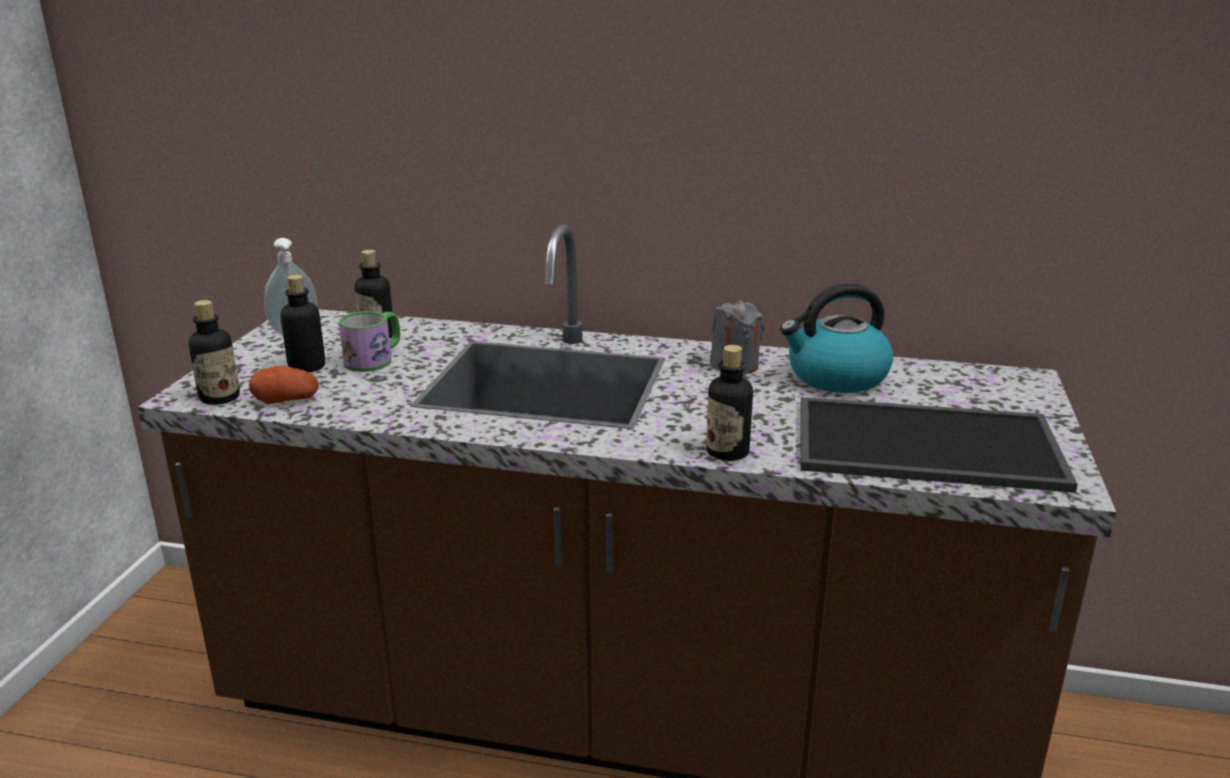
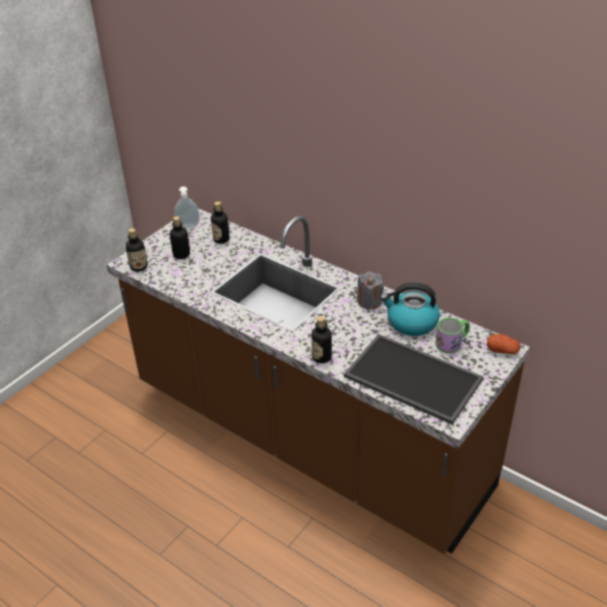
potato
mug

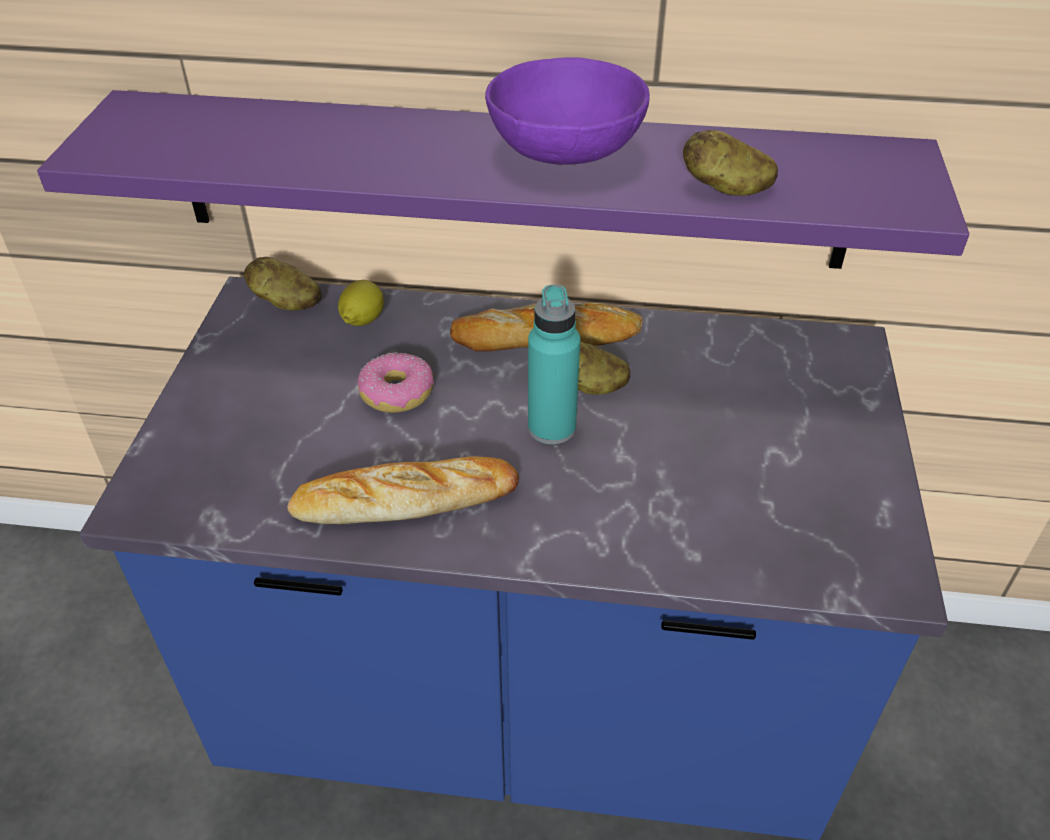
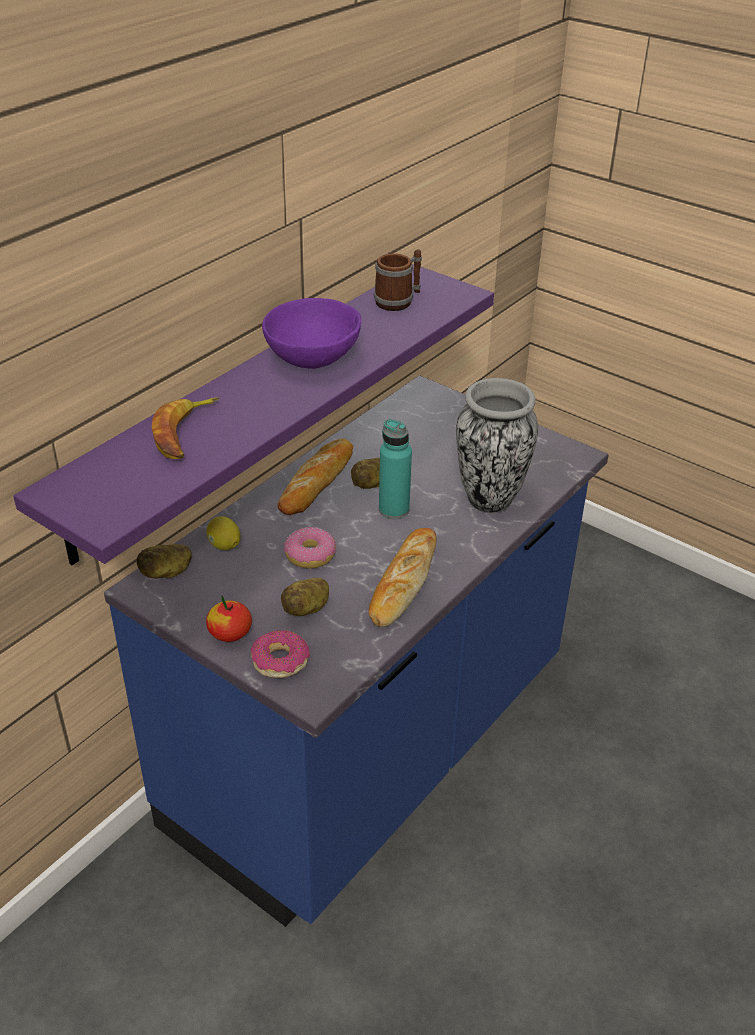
potato (no. 2 from left)
banana
apple
donut (no. 1 from left)
mug
vase

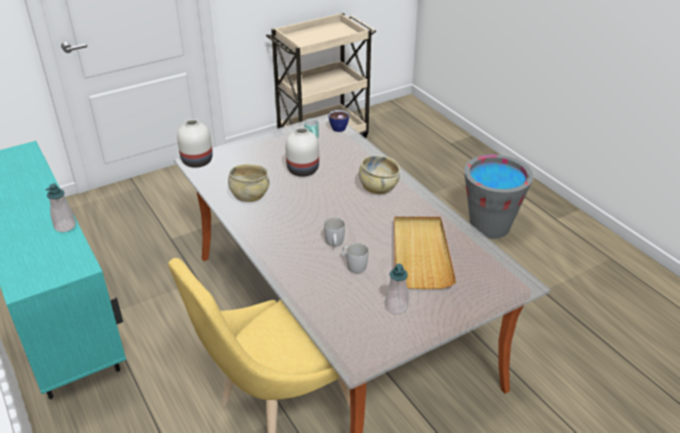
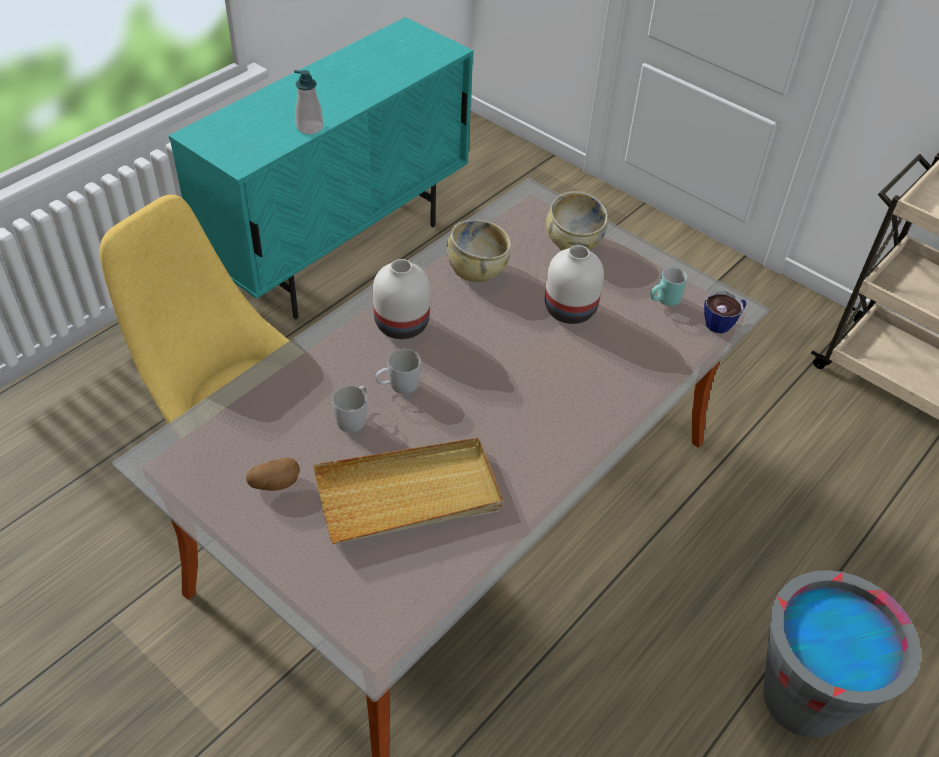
white vase (no. 1 from left)
beige bowl (no. 2 from left)
potato

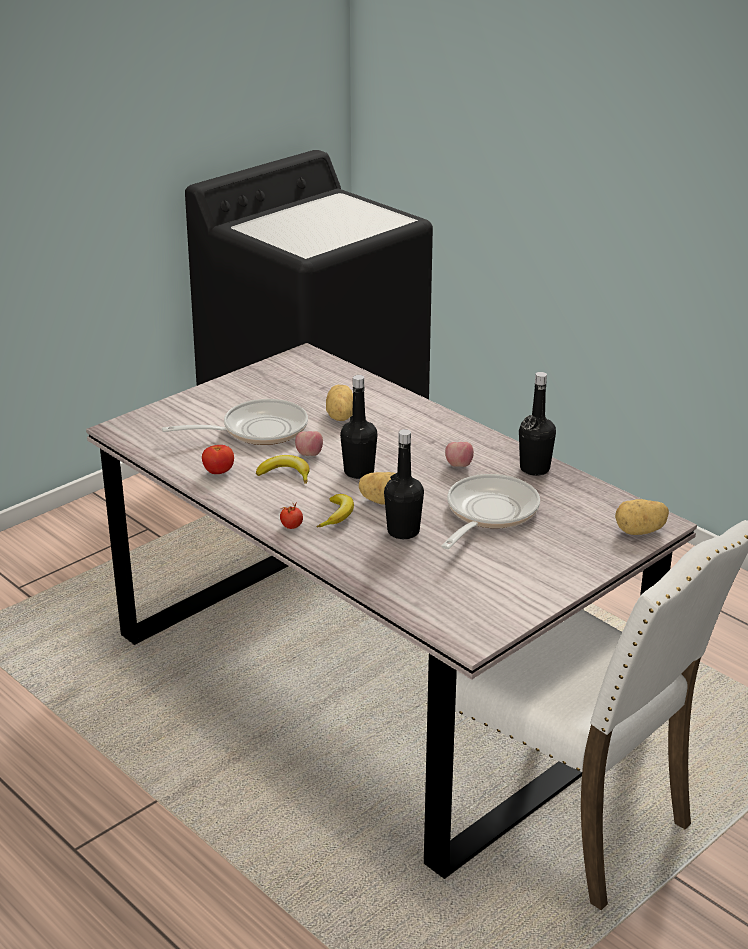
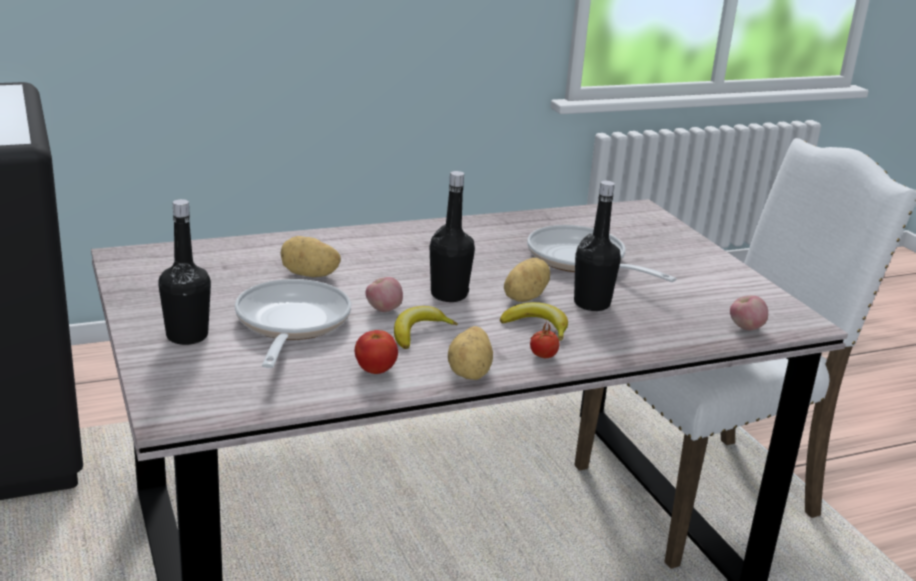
apple (no. 2 from left)
black bottle (no. 1 from left)
potato (no. 2 from left)

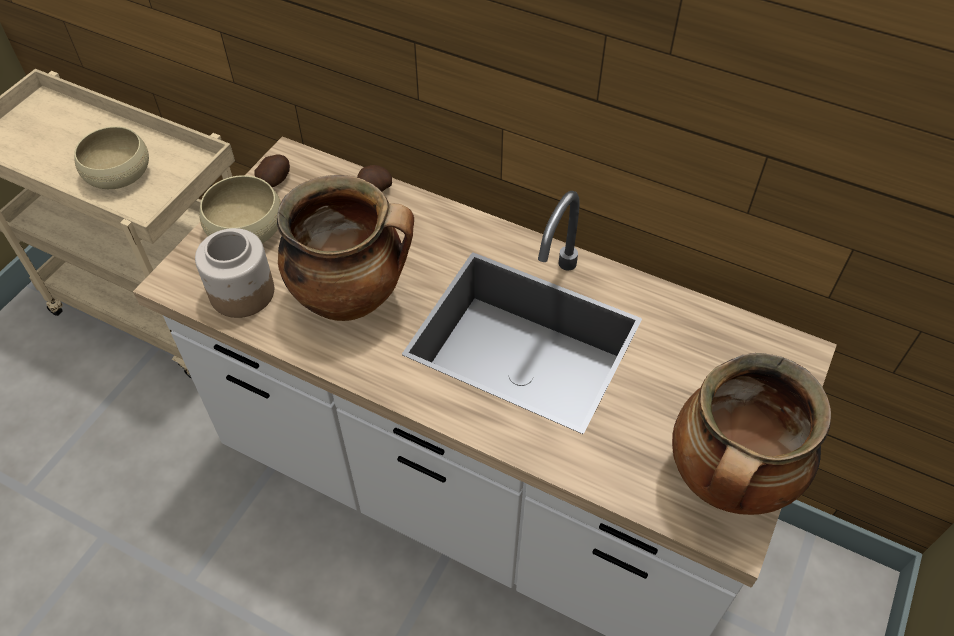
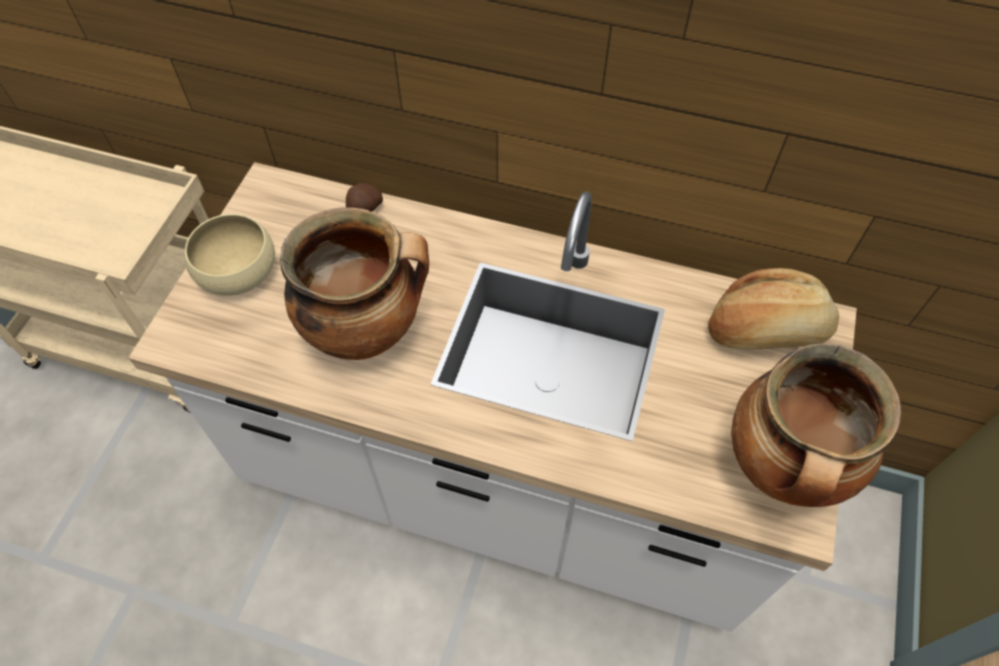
beige bowl (no. 1 from left in the first image)
jar
potato (no. 1 from left in the first image)
bread

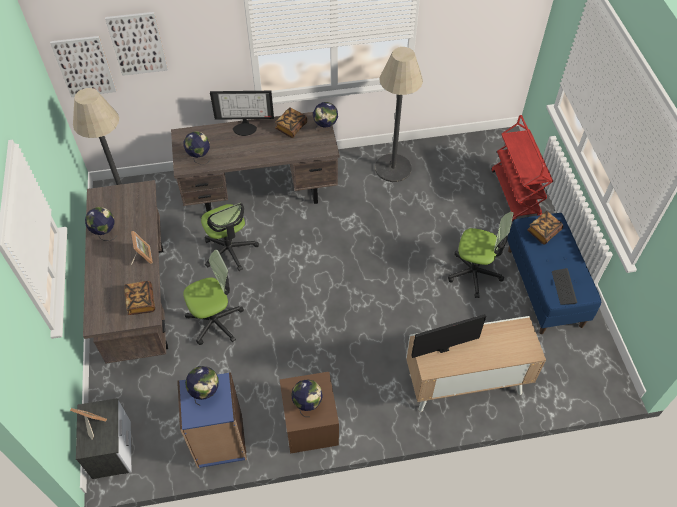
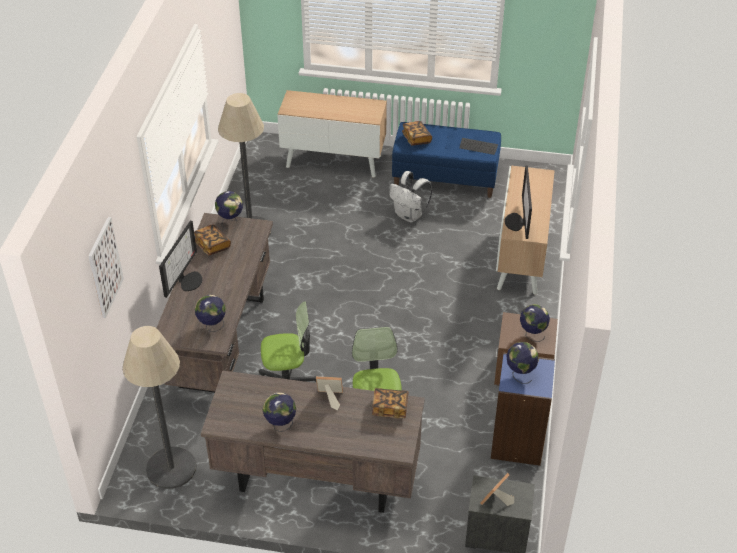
picture (no. 1 from left in the first image)
white backpack
cabinet (no. 1 from left)

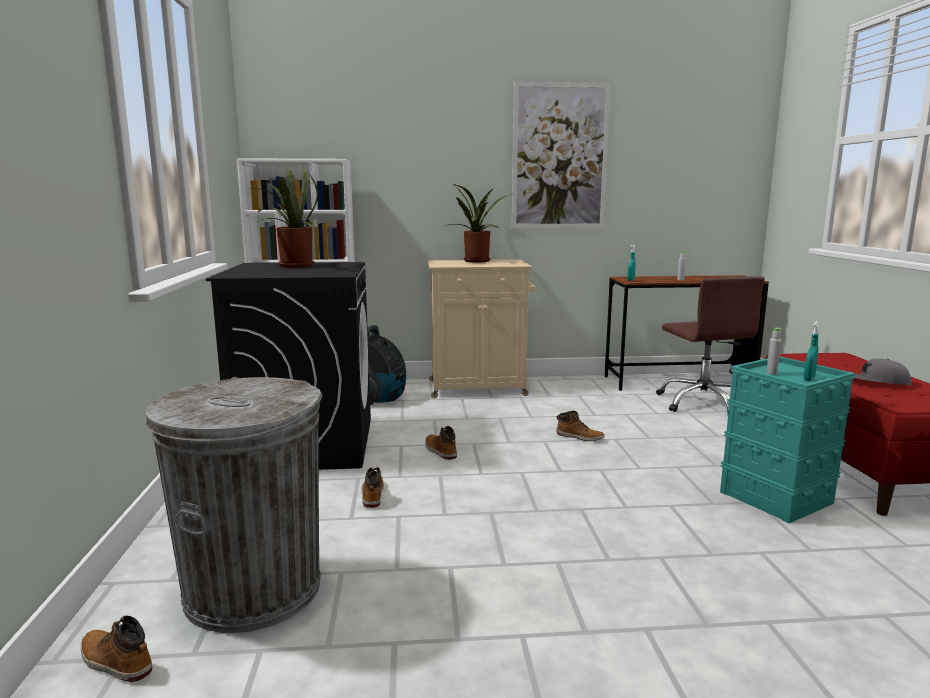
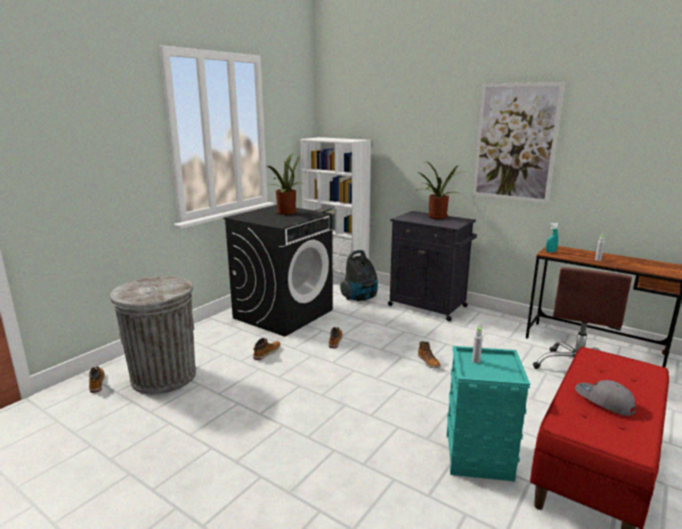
black cabinet
turquoise spray bottle (no. 2 from left in the first image)

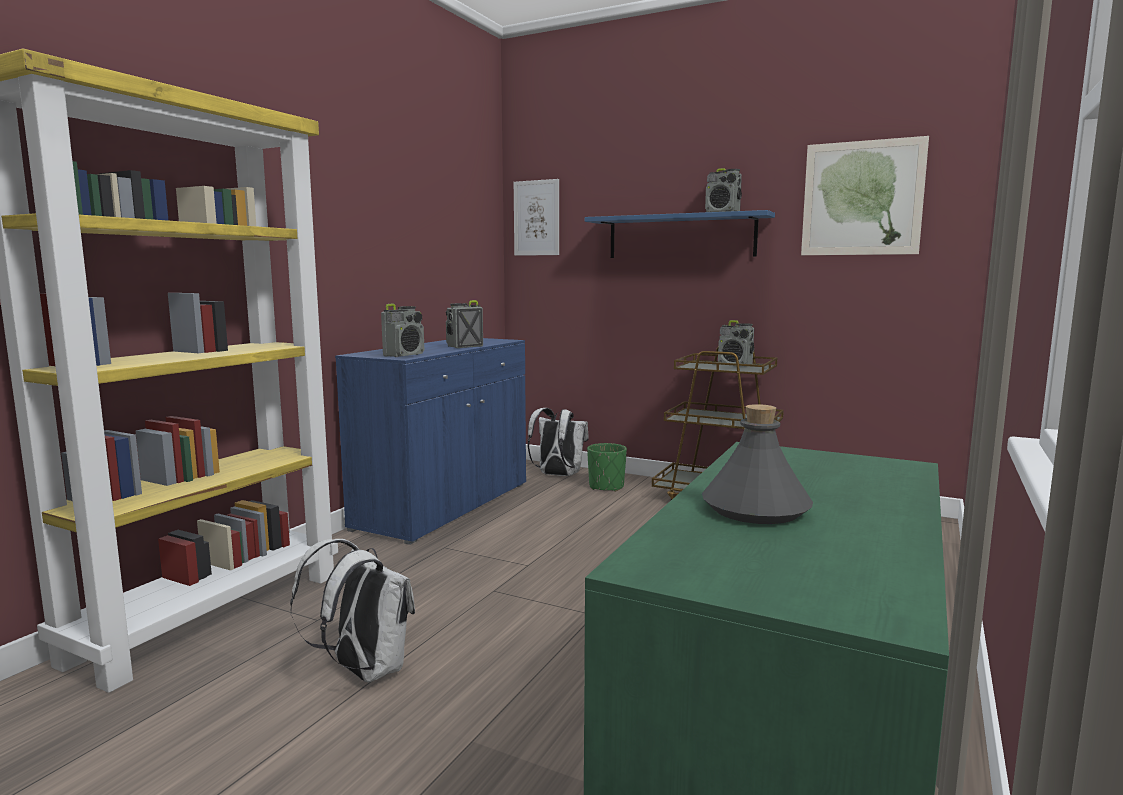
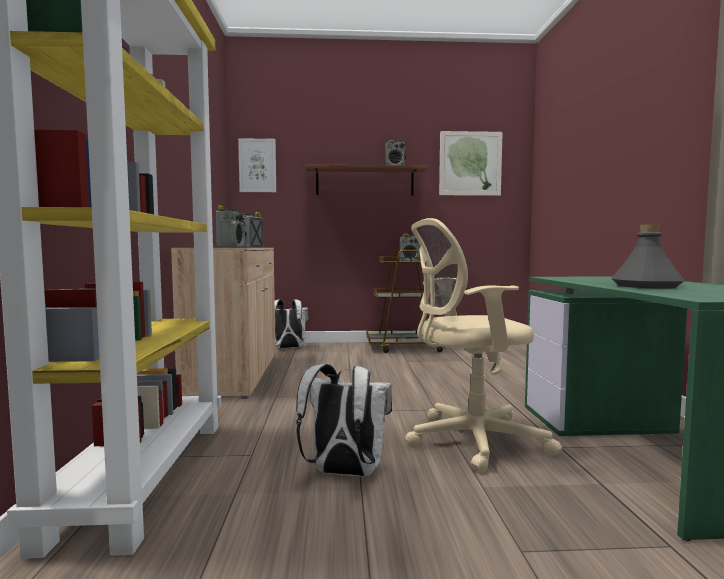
beige cabinet
brown shelf
green planter
beige office chair

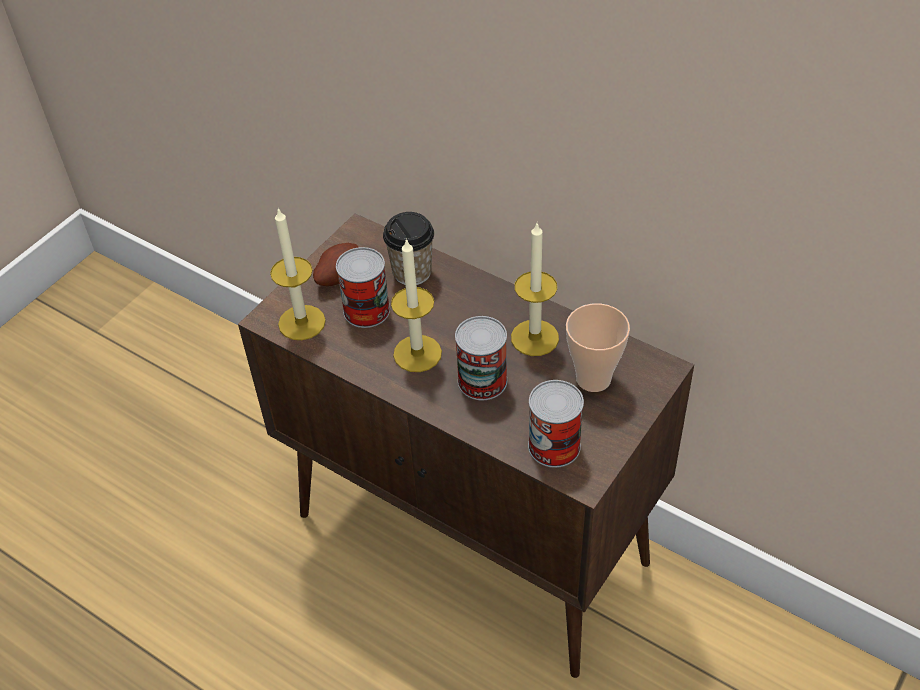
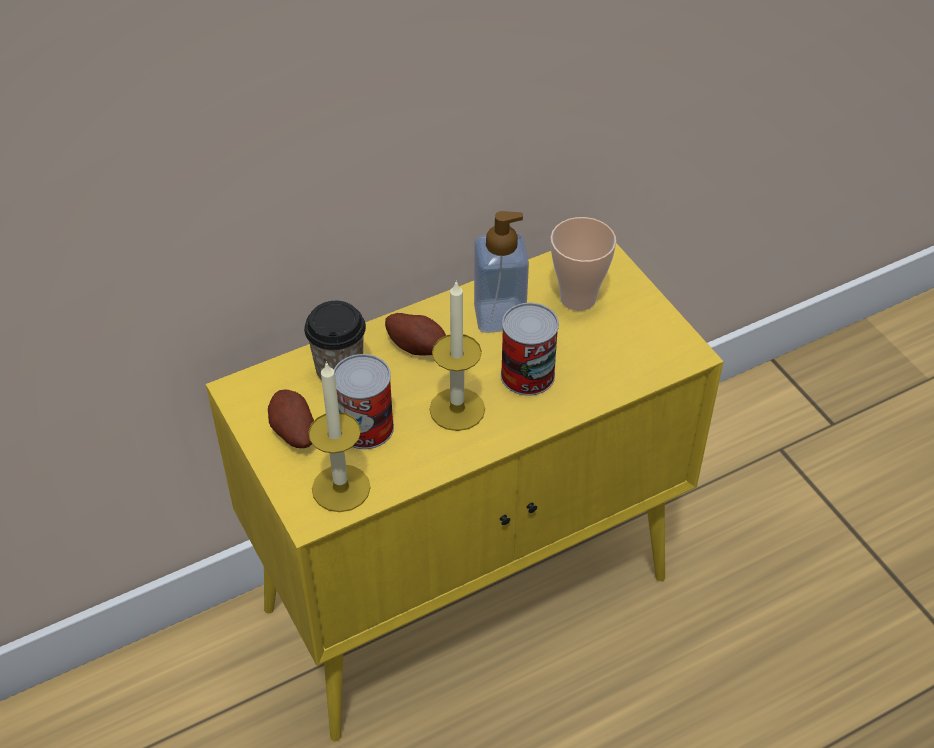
yellow cabinet
soap dispenser
can (no. 3 from left in the first image)
potato (no. 2 from left)

